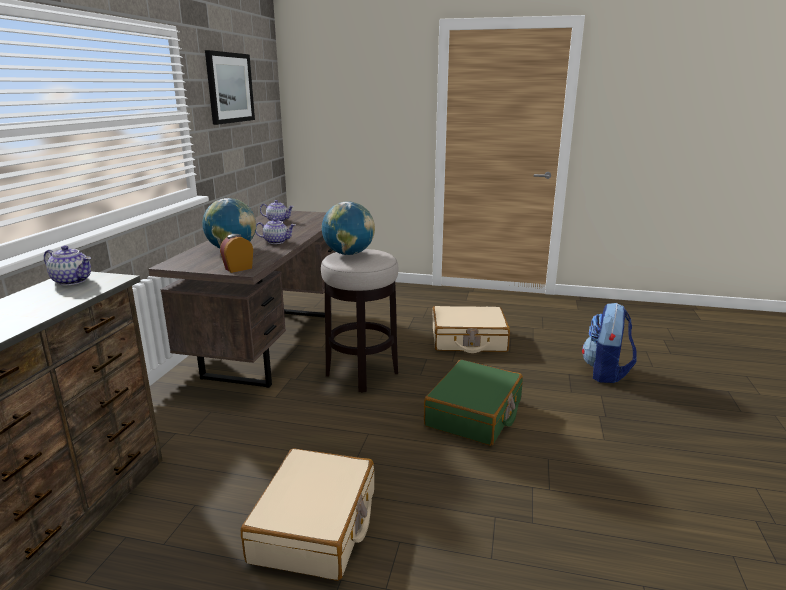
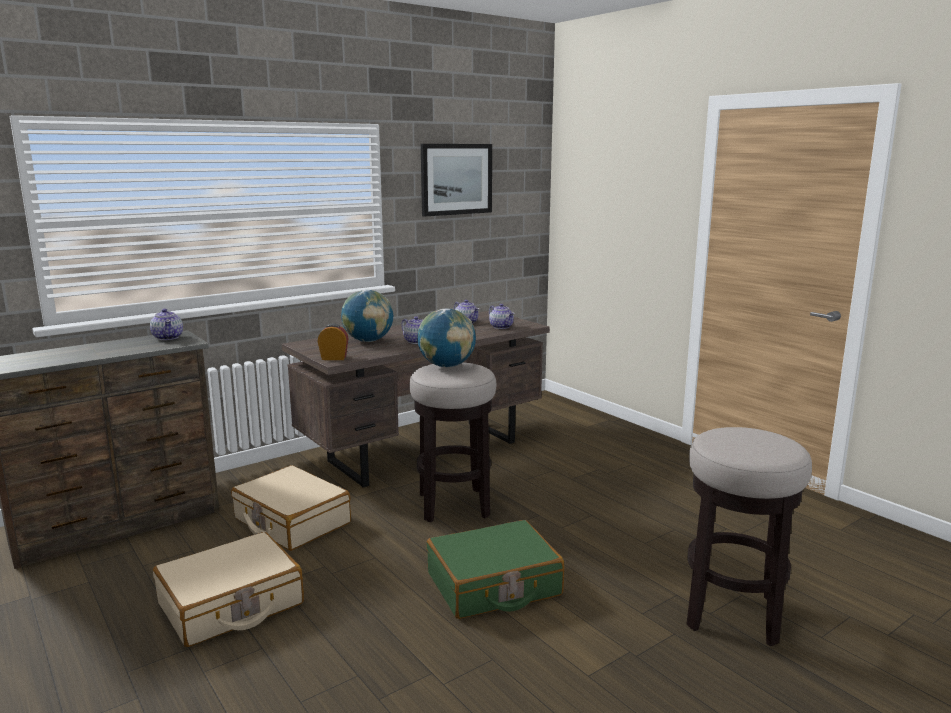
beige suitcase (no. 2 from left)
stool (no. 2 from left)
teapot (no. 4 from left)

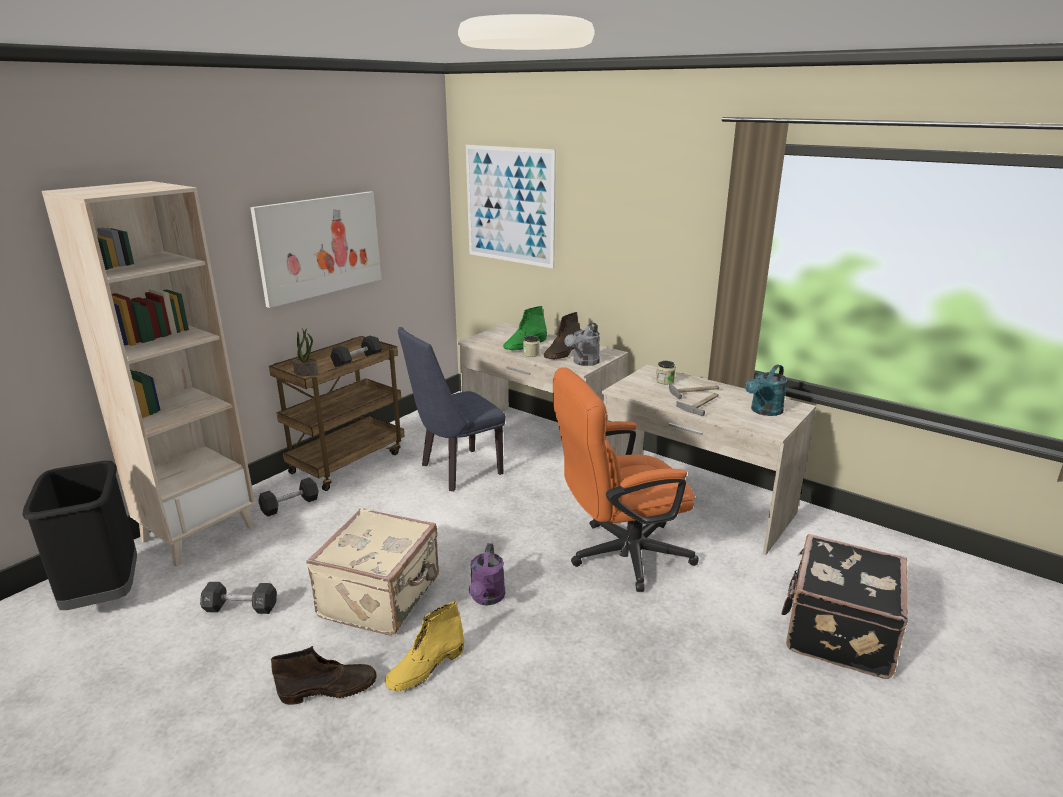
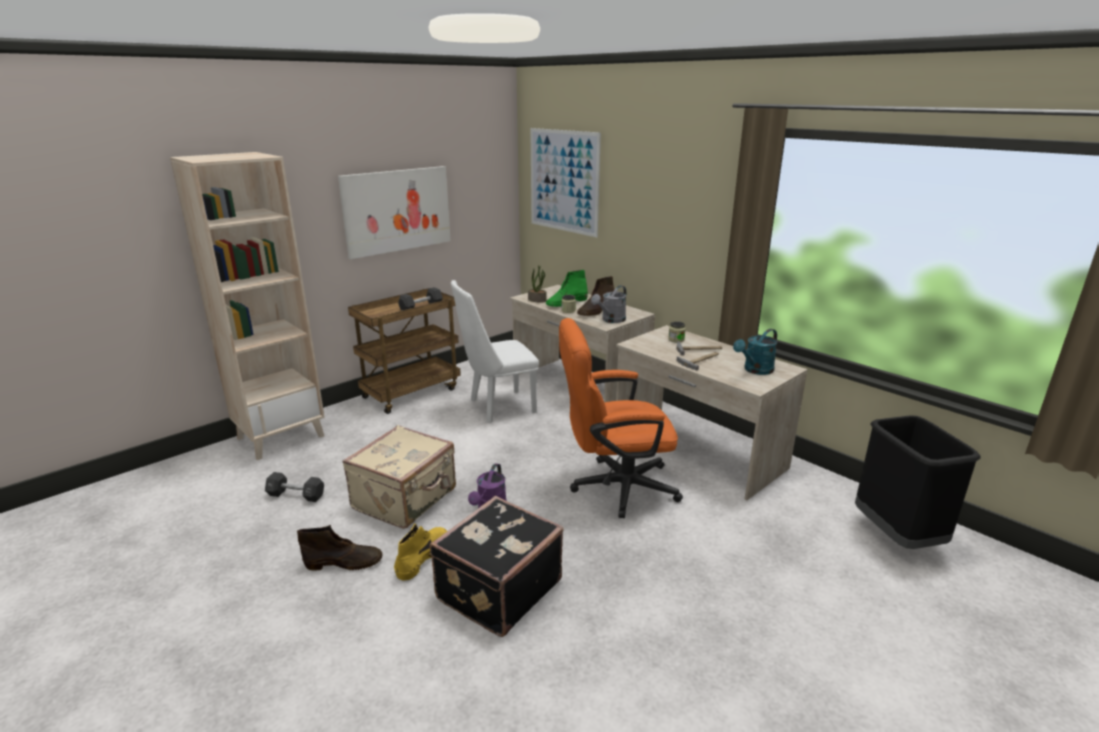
black trash can
black dumbbell (no. 2 from left in the first image)
potted plant
yellow boot
white chair
black suitcase

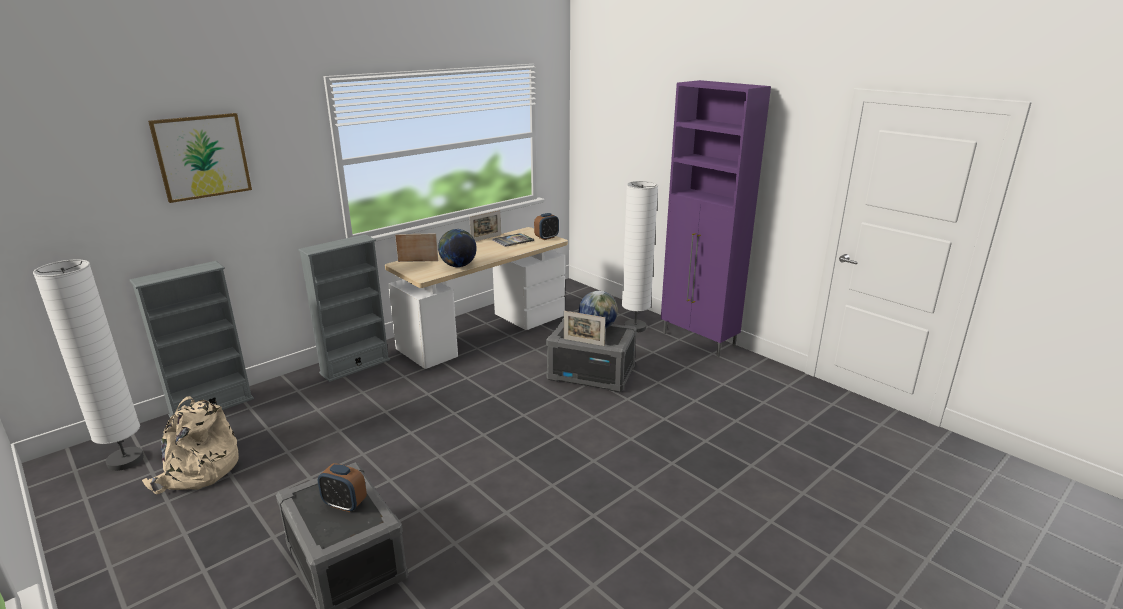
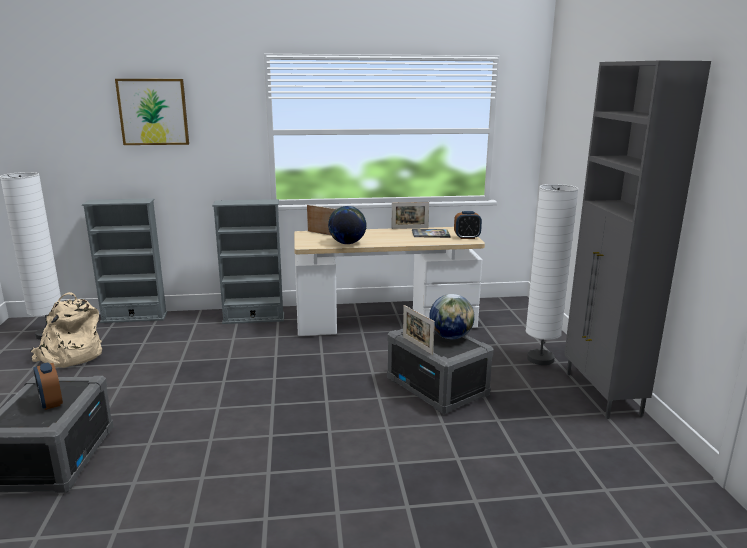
grey cabinet

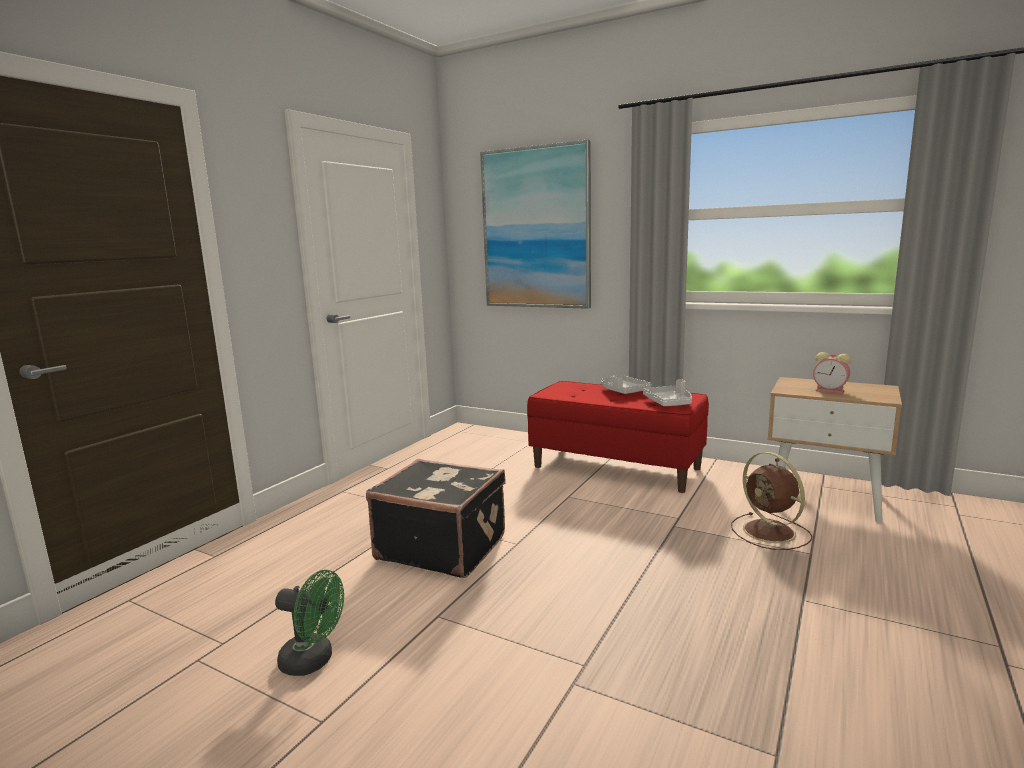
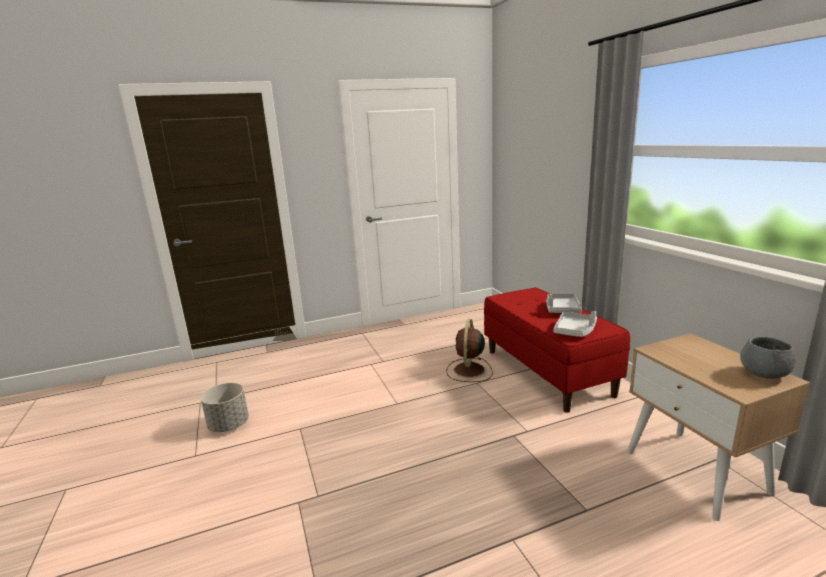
grey planter
black suitcase
picture
brown fan
alarm clock
grey bowl

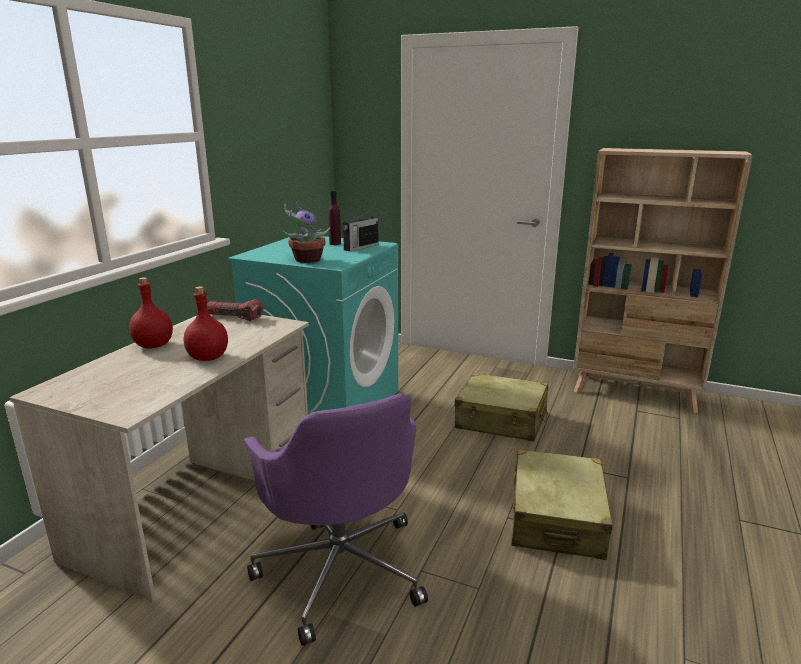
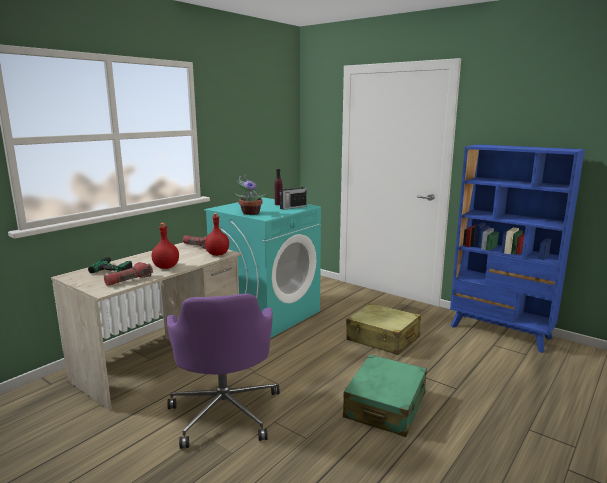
red bottle (no. 2 from left)
green suitcase
blue bookcase
power drill
flashlight (no. 1 from left)

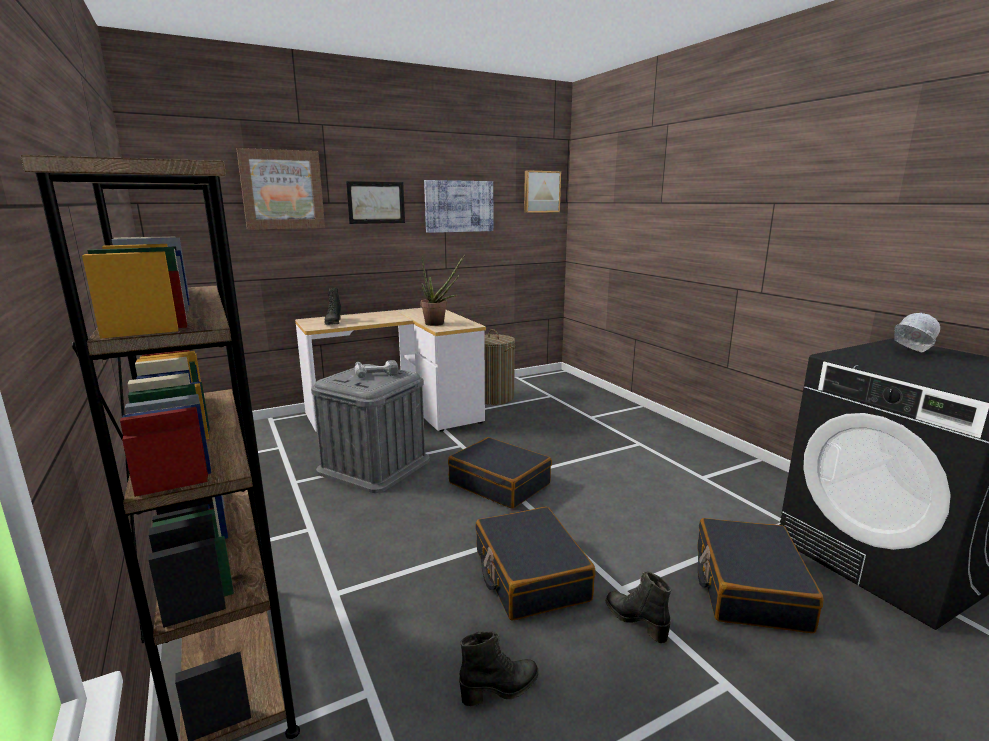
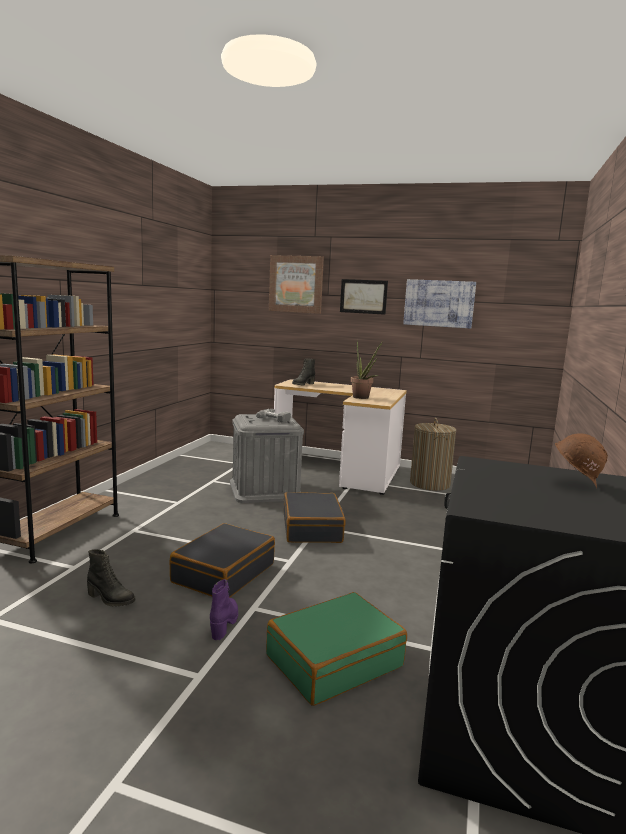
picture (no. 4 from left in the first image)
purple boot
green suitcase
brown hard hat

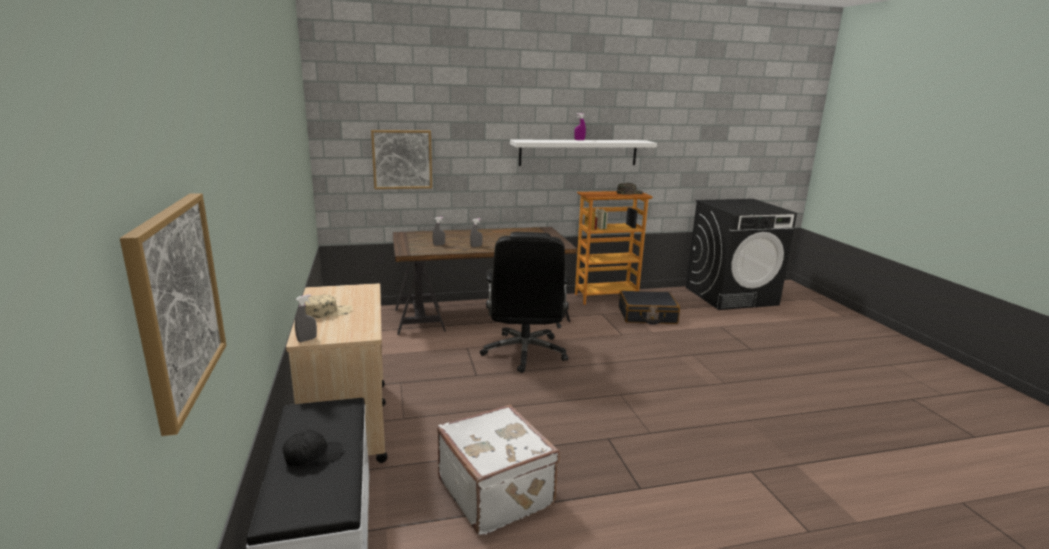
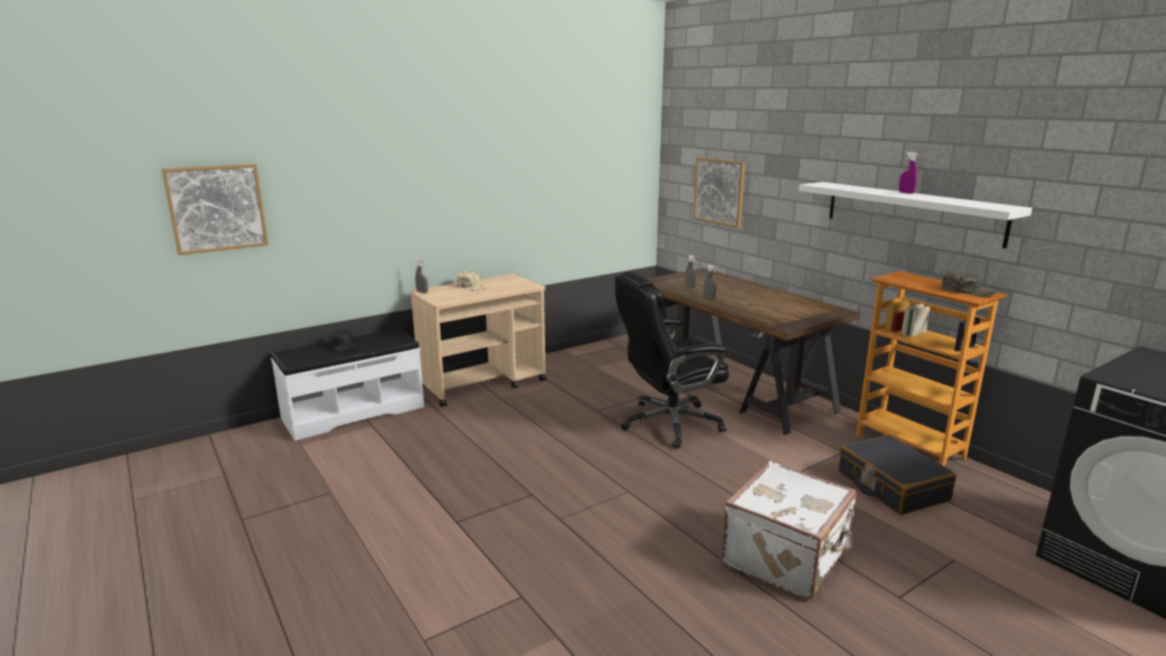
white suitcase

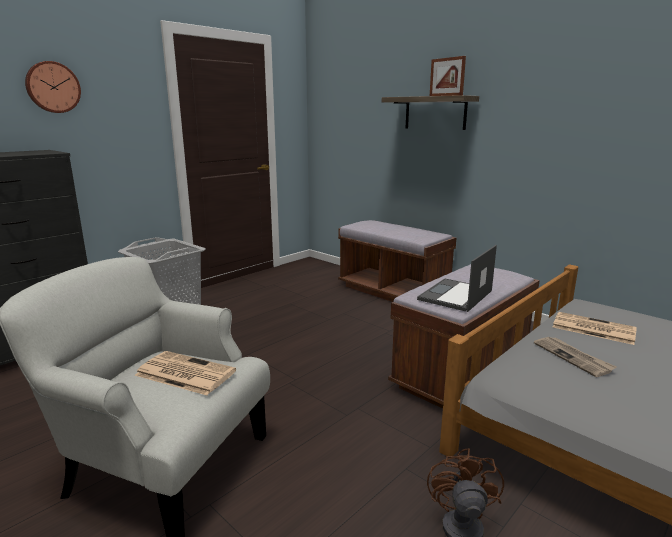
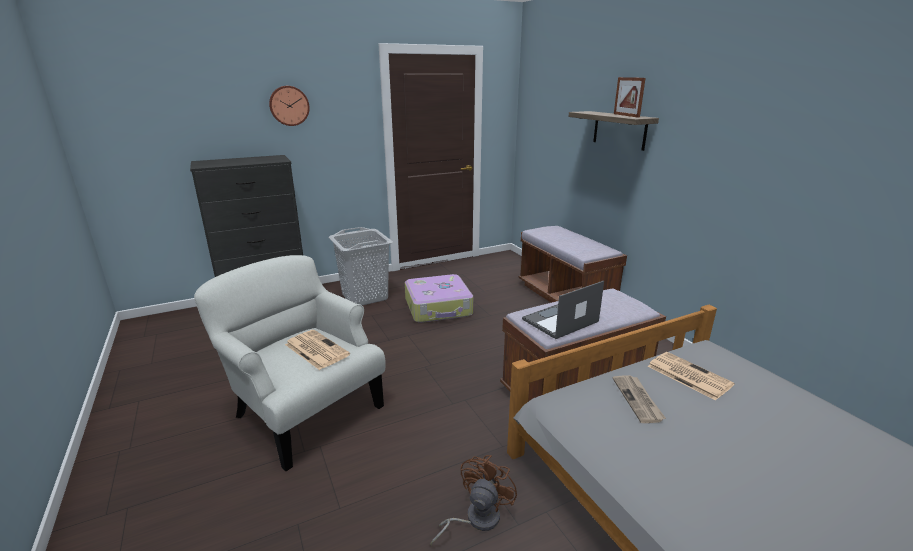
suitcase

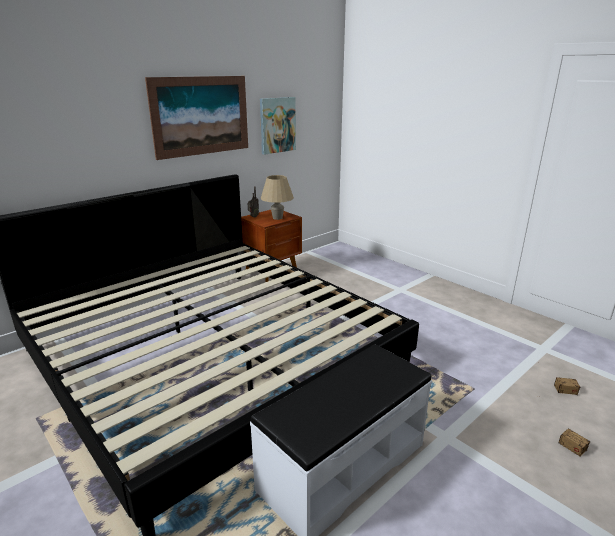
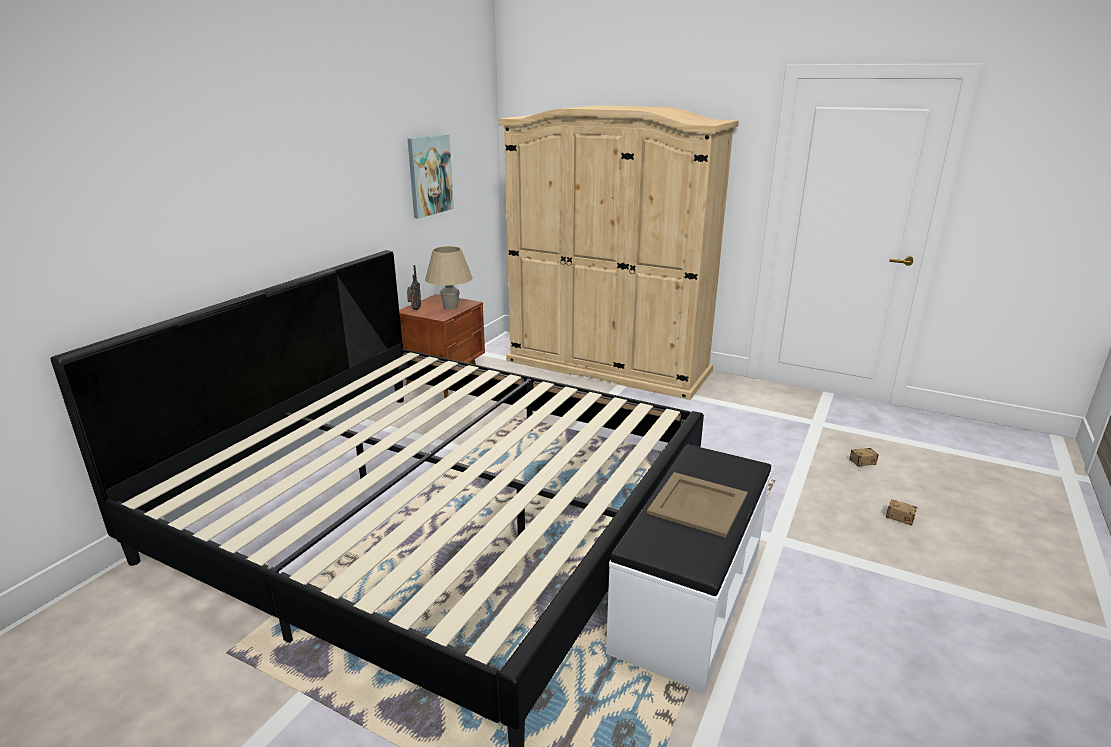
picture (no. 1 from left in the first image)
beige wardrobe
beige tray

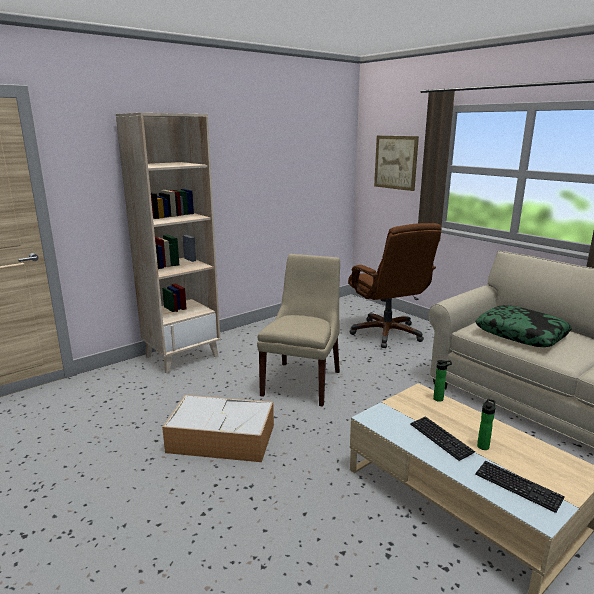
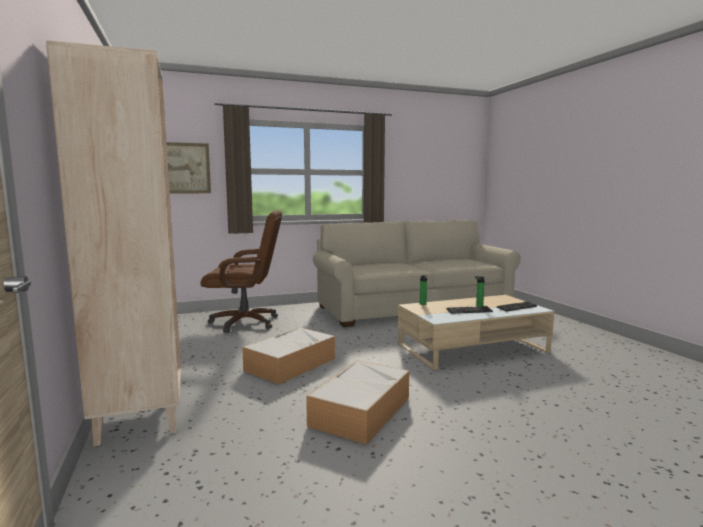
storage box (no. 1 from left)
pillow

